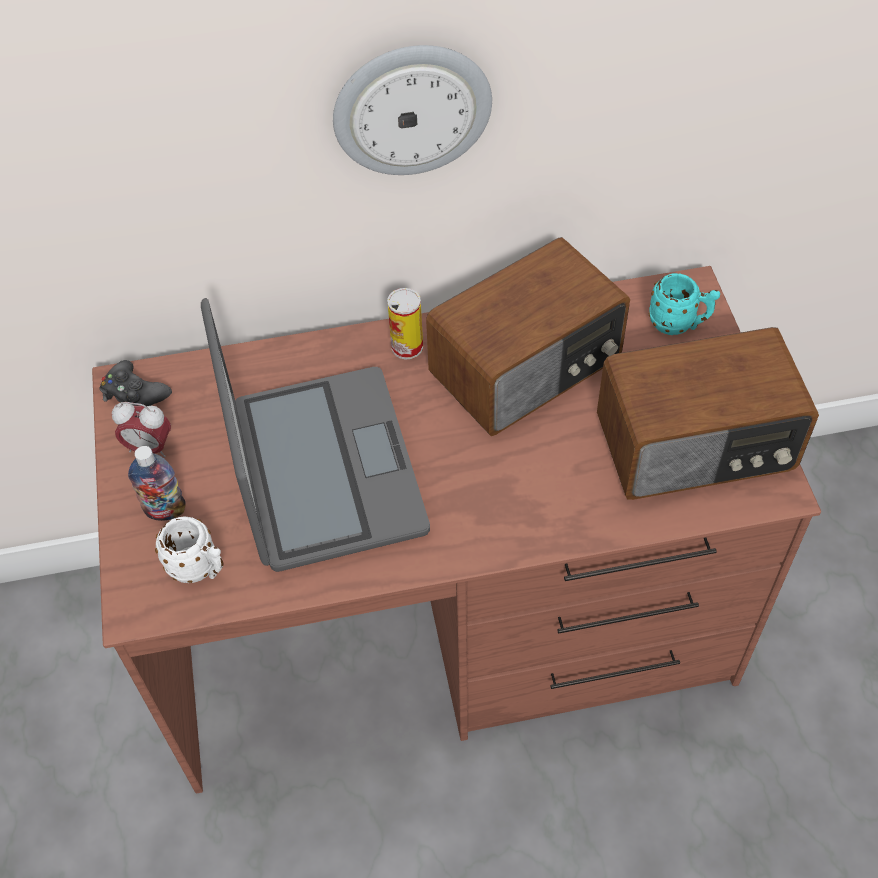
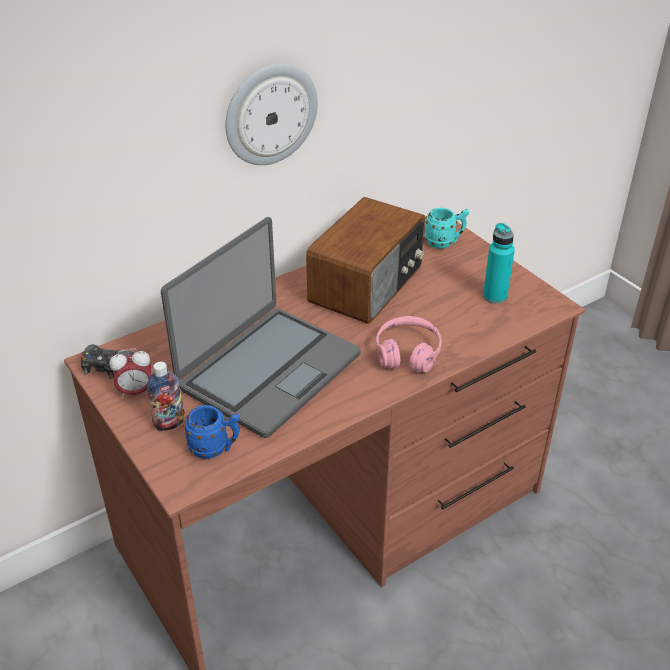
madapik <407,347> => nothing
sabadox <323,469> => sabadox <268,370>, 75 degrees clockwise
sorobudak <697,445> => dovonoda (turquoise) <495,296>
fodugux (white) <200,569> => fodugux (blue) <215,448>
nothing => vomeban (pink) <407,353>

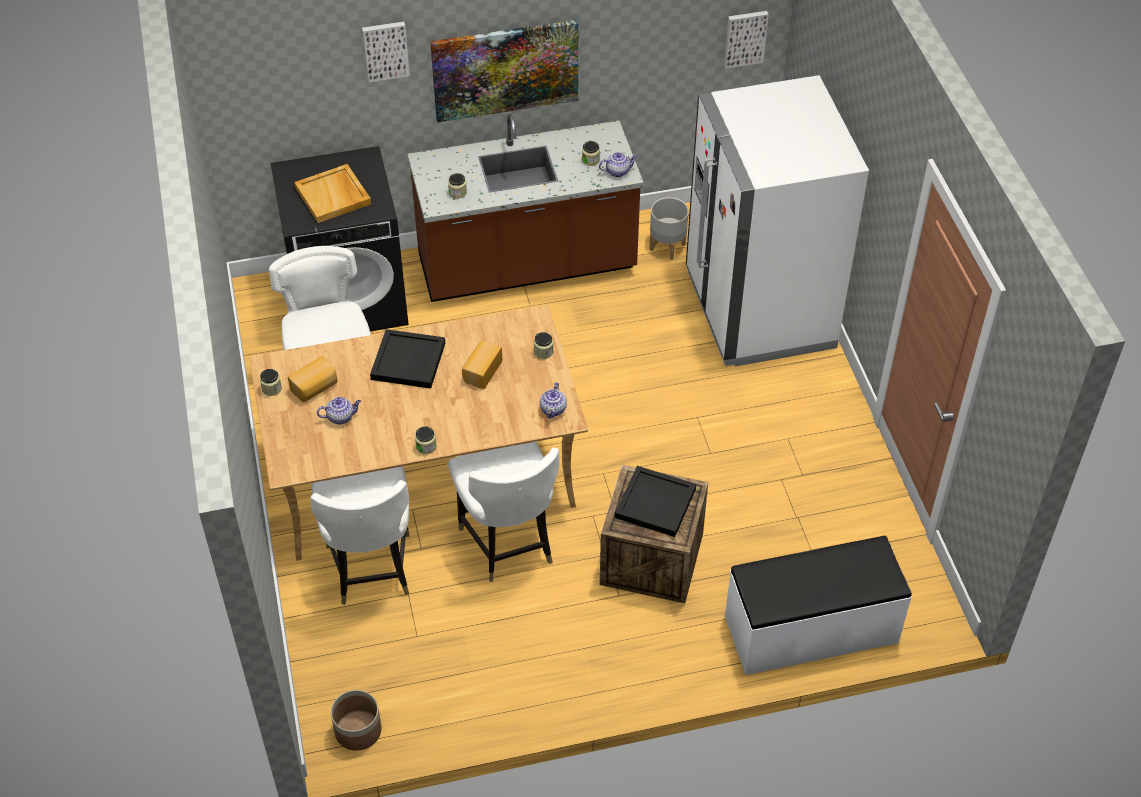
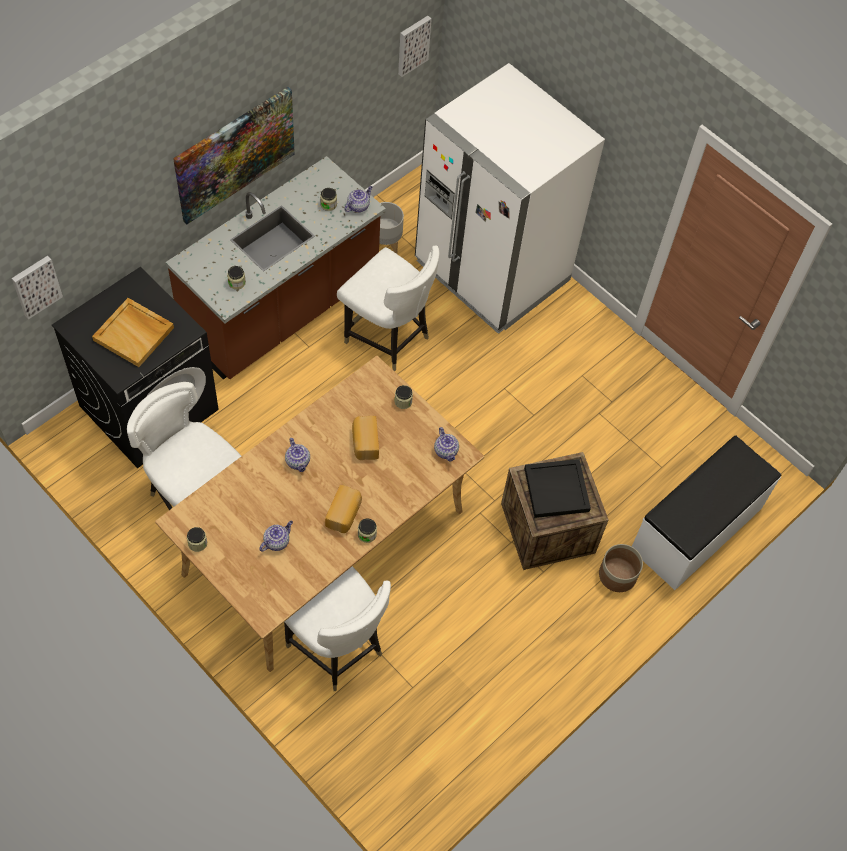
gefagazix <385,50> => gefagazix <35,285>, moved
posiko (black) <408,361> => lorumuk <298,462>
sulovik <315,387> => sulovik <344,514>, moved
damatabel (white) <508,543> => damatabel (white) <387,337>, moved
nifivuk <358,730> => nifivuk <617,575>, moved

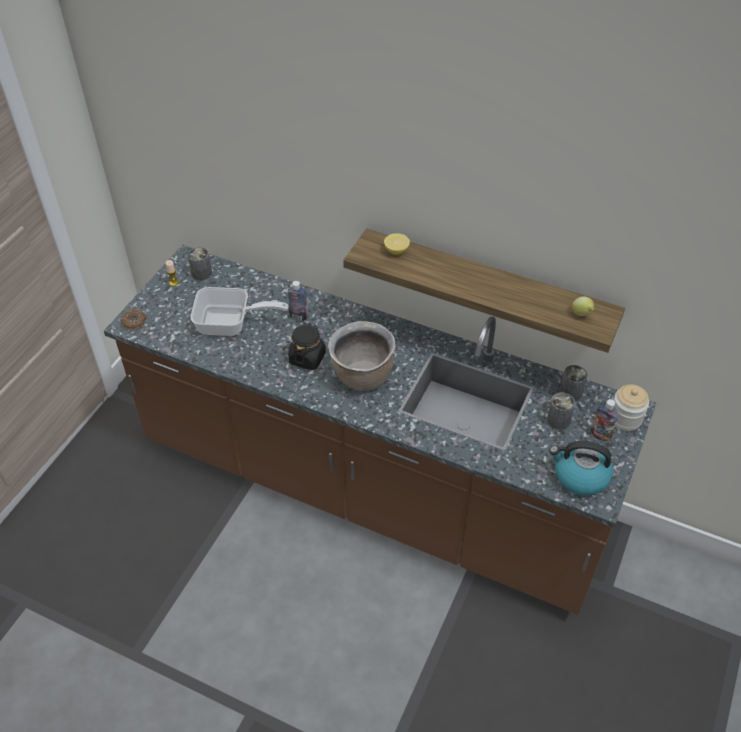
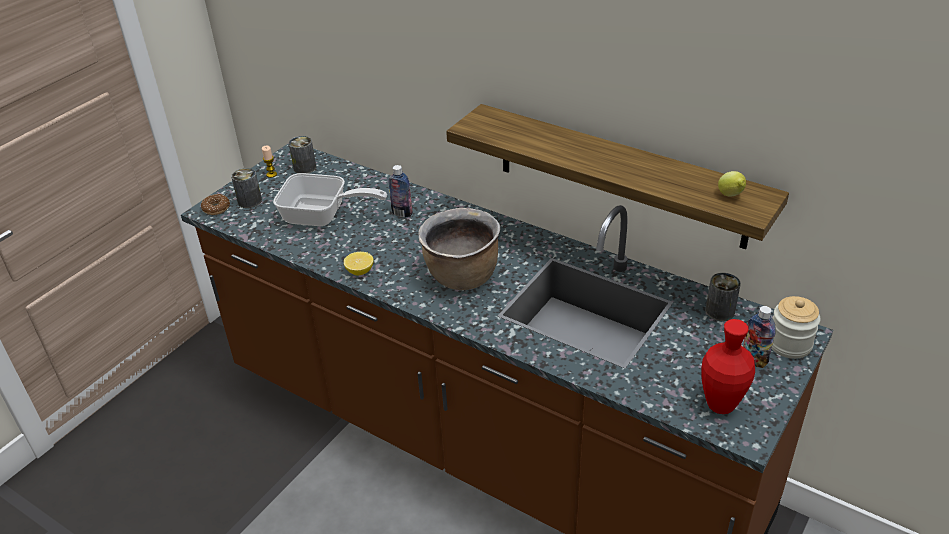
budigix <396,251> => budigix <360,271>, moved
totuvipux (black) <307,358> => nothing
madapik <558,421> => madapik <249,201>, moved
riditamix <579,476> => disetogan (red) <720,405>

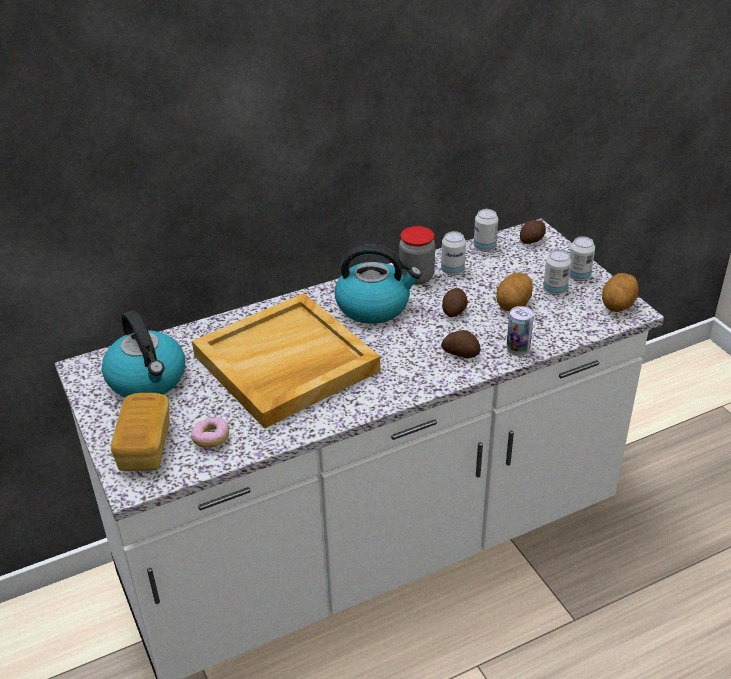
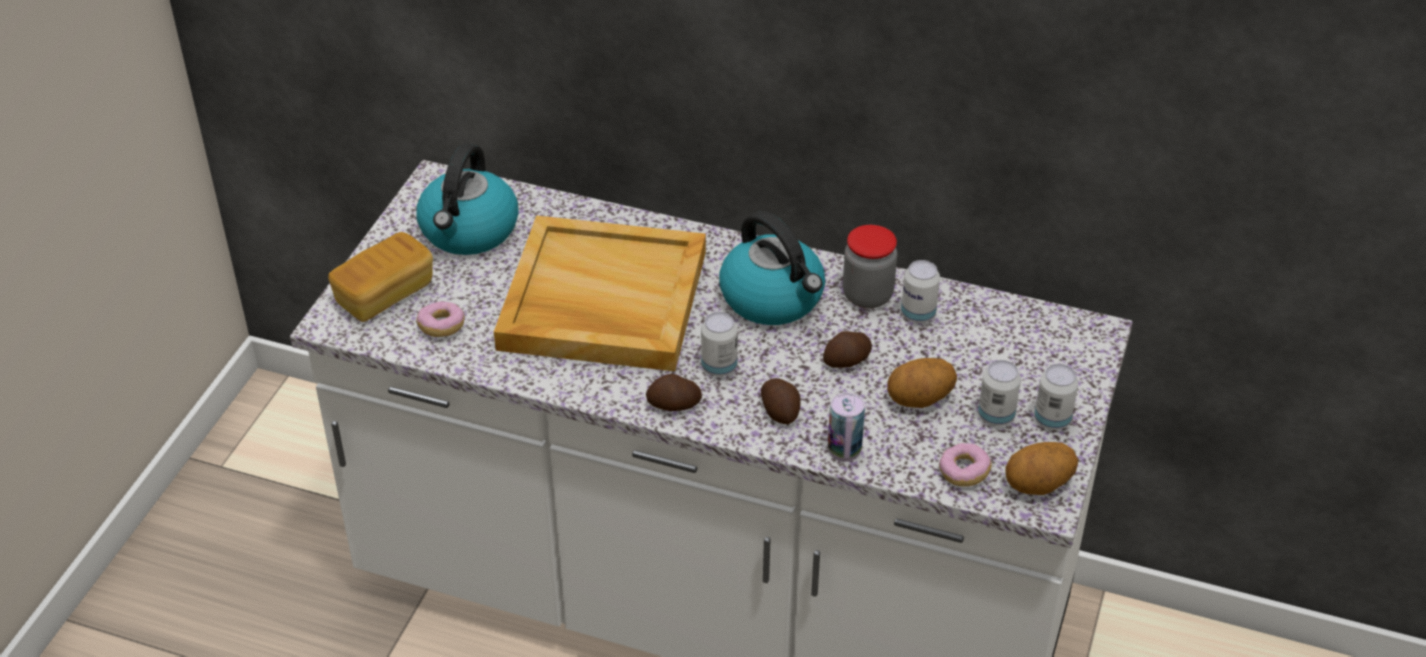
madapik <484,247> => madapik <719,367>, moved
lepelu <532,240> => lepelu <674,405>, moved
nothing => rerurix <964,473>

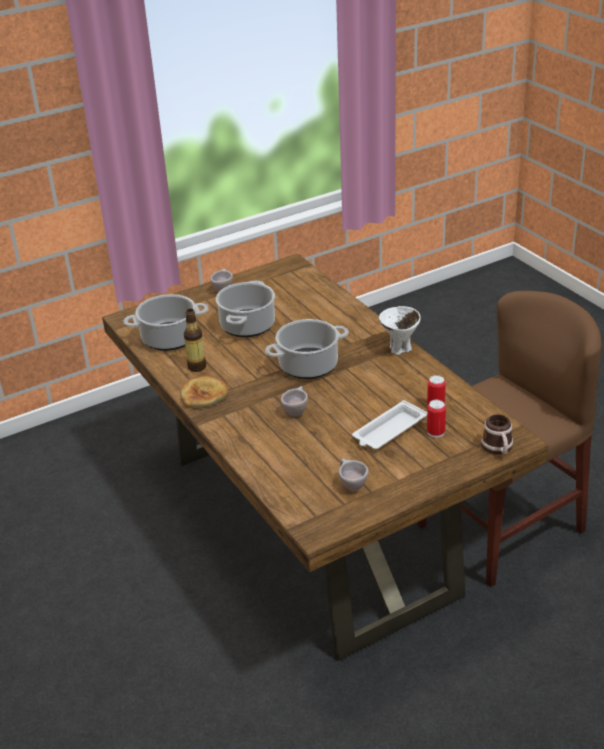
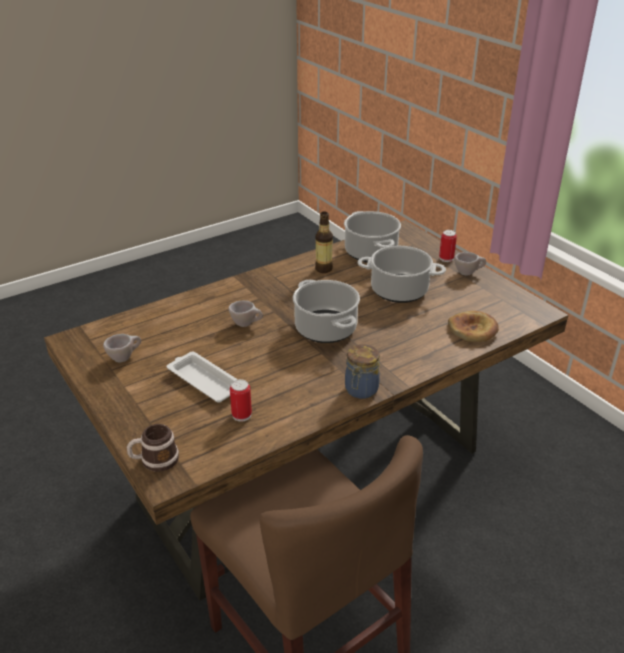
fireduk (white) <400,349> => totuvipux <360,390>
sulovik <204,395> => sulovik <473,330>, moved
madapik <435,432> => madapik <446,258>, moved

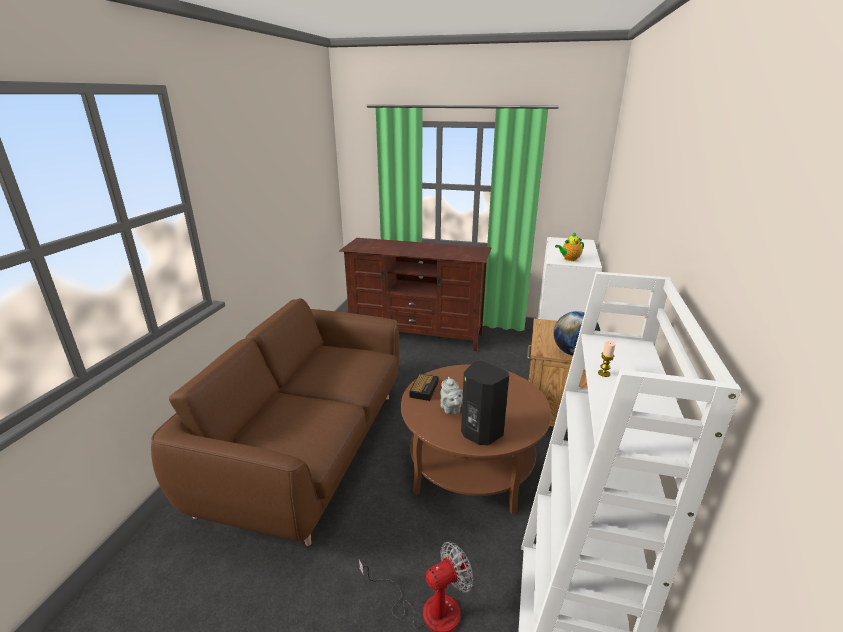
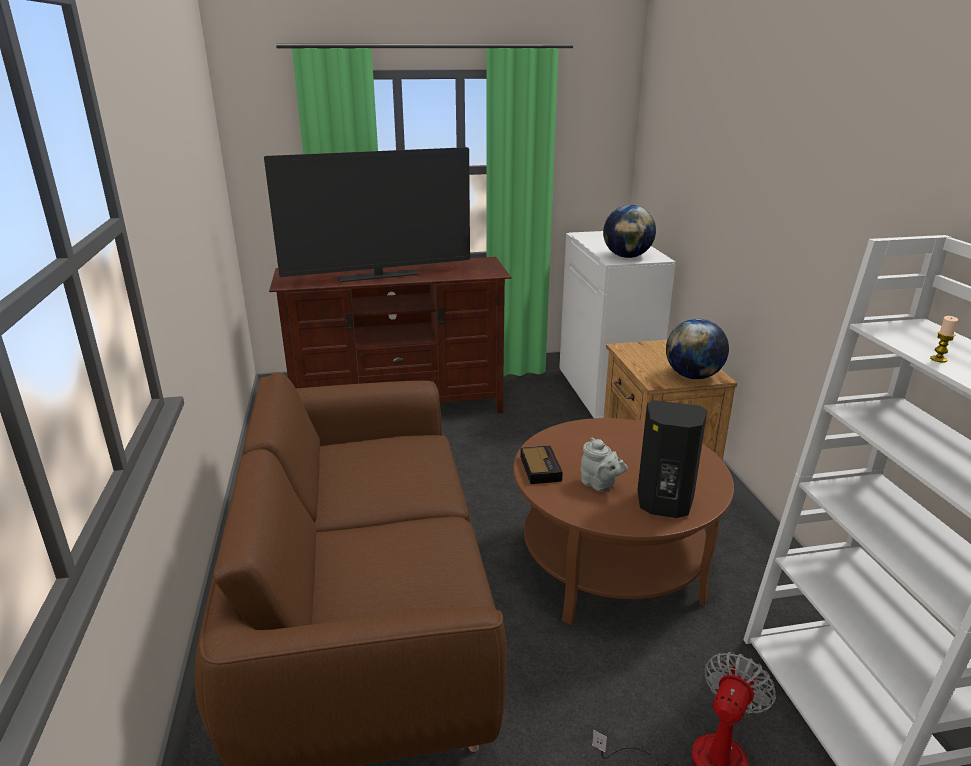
lorumuk <569,259> => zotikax <627,256>
nothing => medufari <378,276>

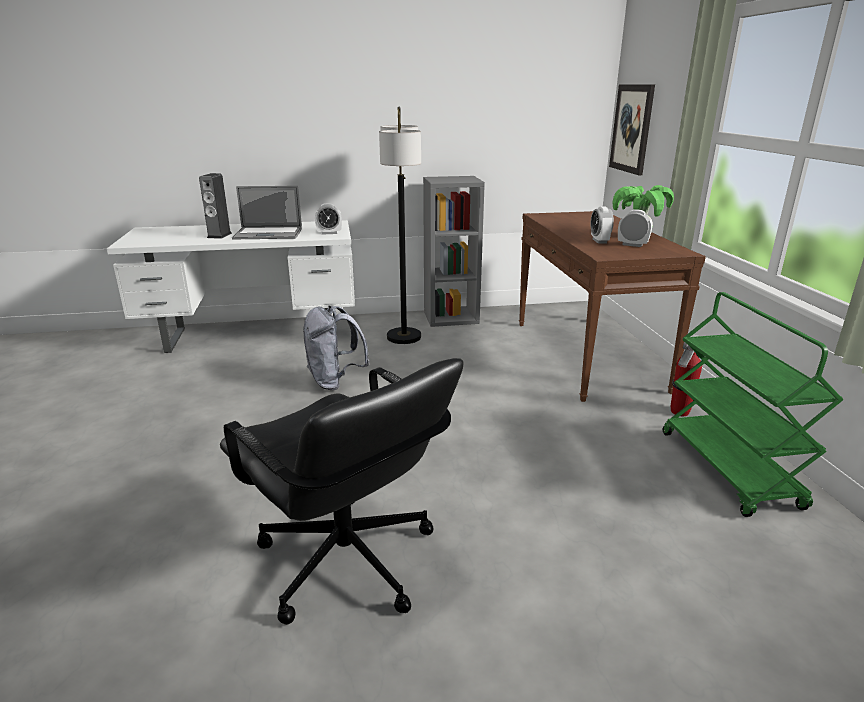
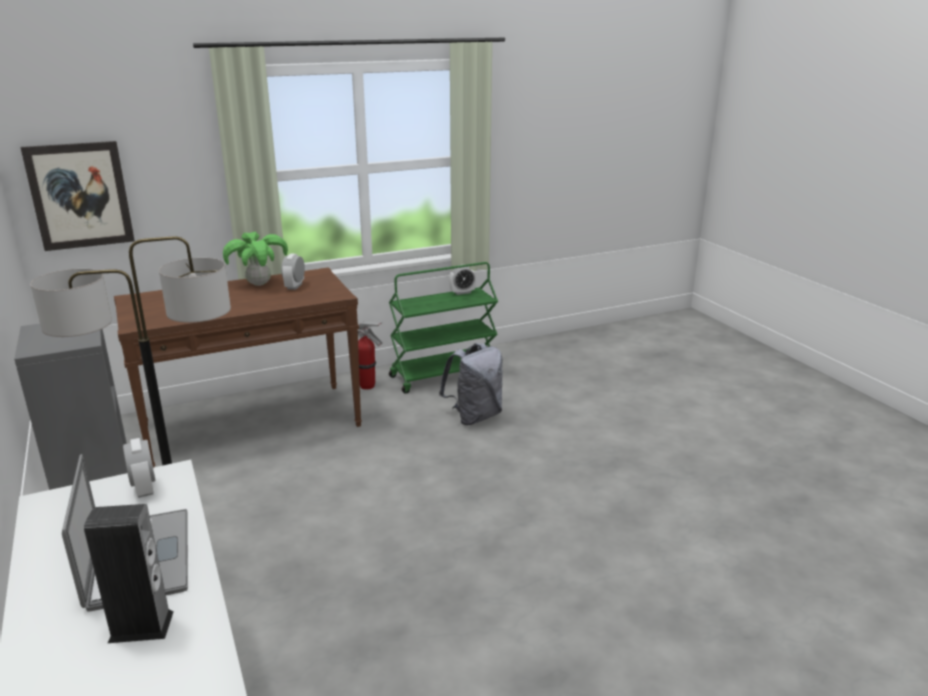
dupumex <599,241> => dupumex <462,292>, moved
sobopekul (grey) <335,381> => sobopekul (grey) <474,416>, moved
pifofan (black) <346,561> => nothing

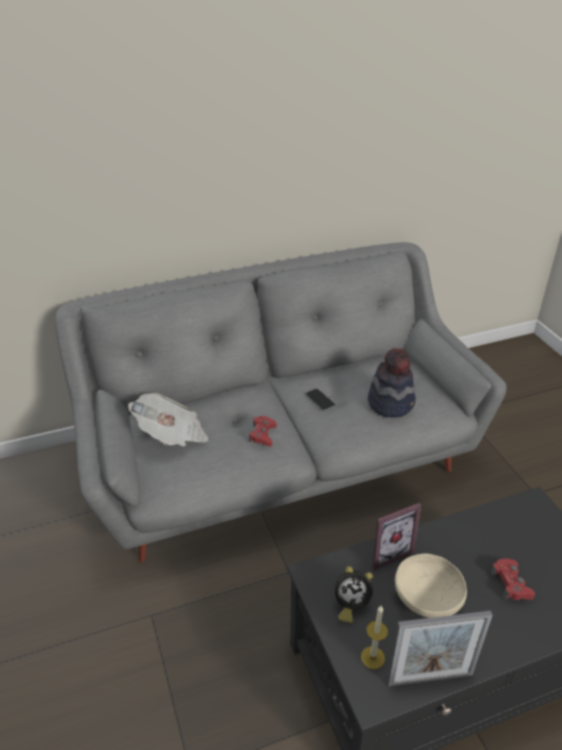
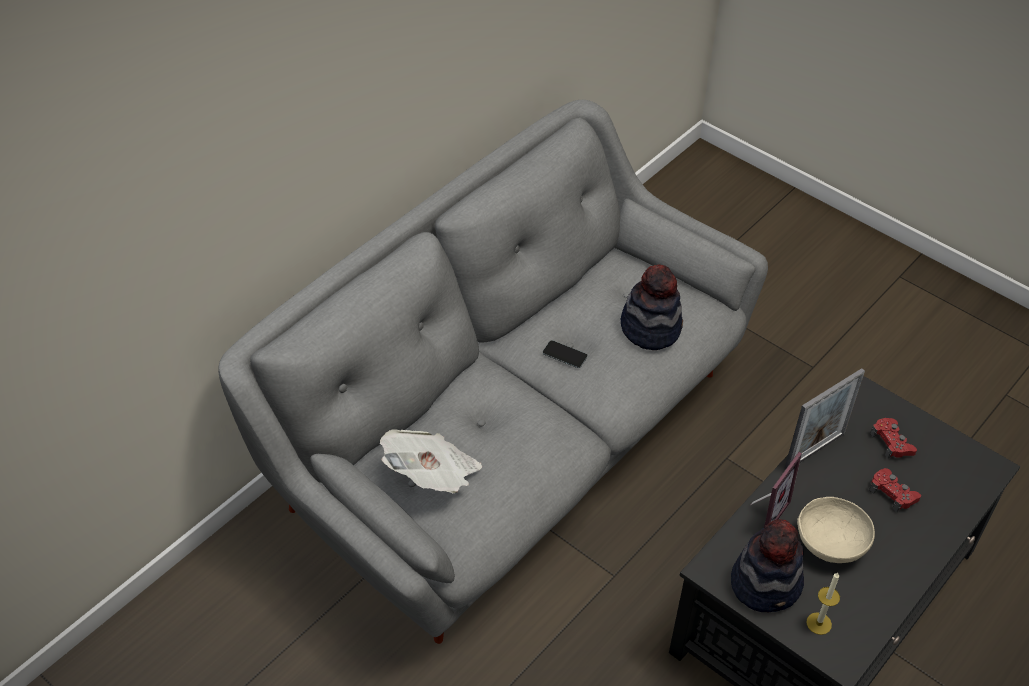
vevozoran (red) <263,434> => vevozoran (red) <892,442>, moved
dupumex <350,605> => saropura <766,583>
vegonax <429,678> => vegonax <814,451>, moved

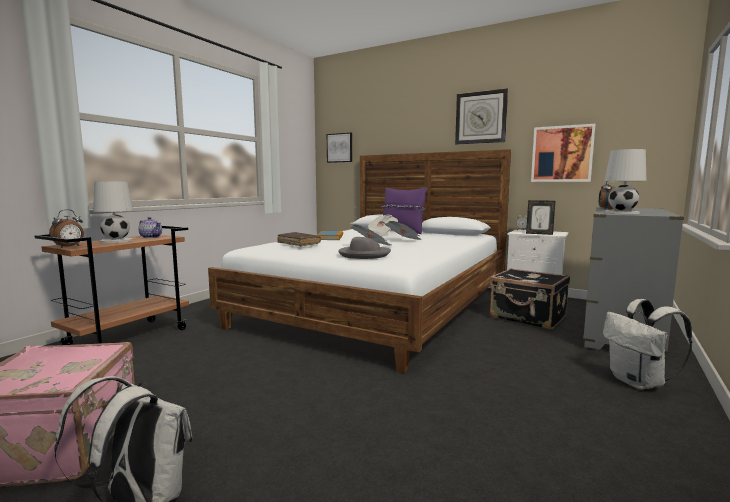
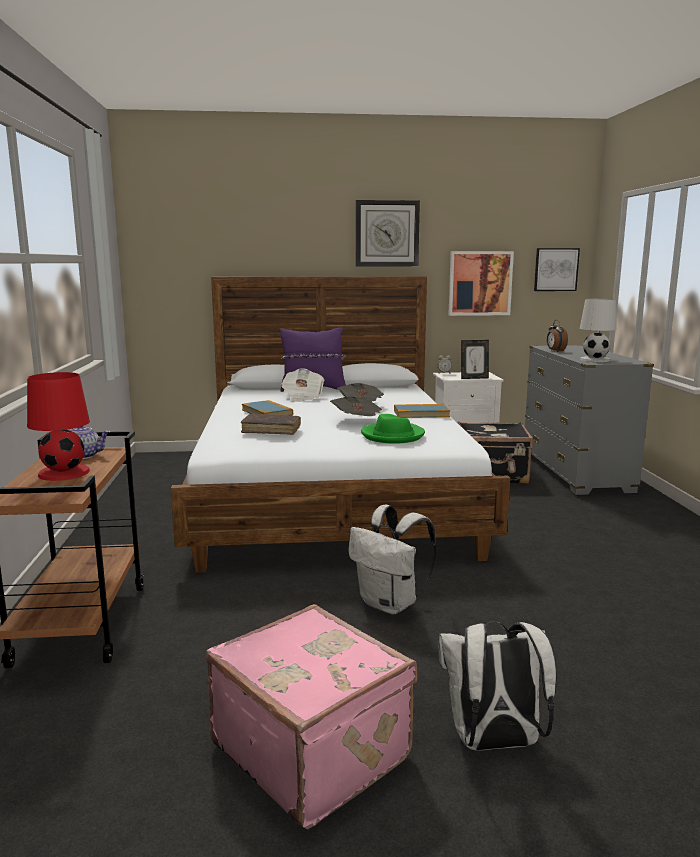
gefagazix <339,148> => gefagazix <556,269>, moved
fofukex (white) <116,241> => fofukex (red) <64,473>
dupumex <70,247> => nothing
saropura (grey) <364,254> => saropura (green) <392,436>
sobopekul (white) <639,383> => sobopekul (white) <390,604>, moved
nothing => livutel <421,414>

